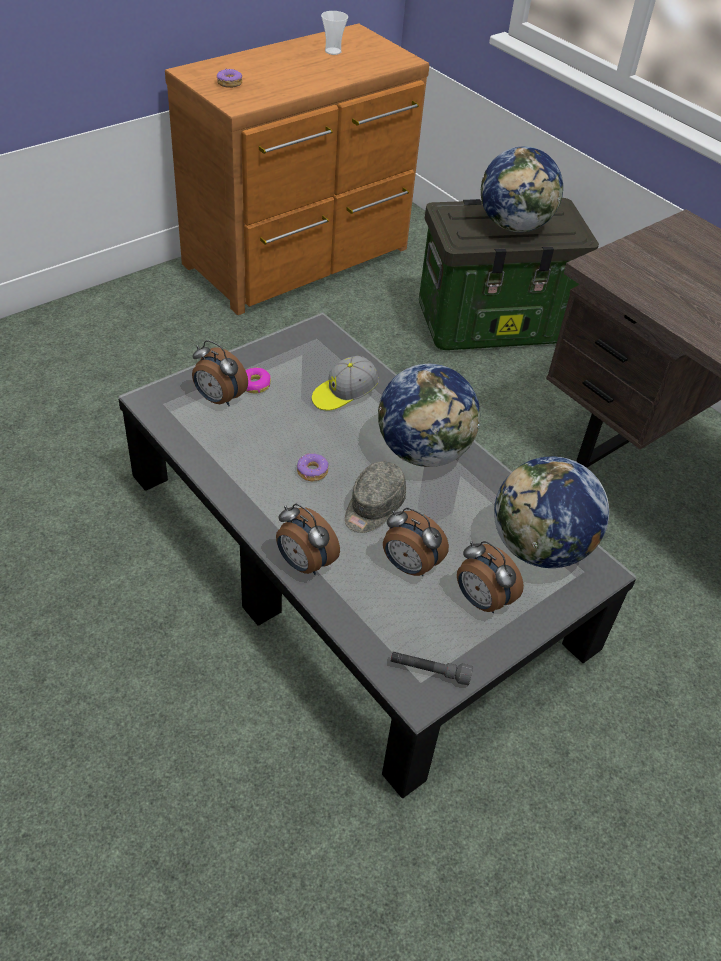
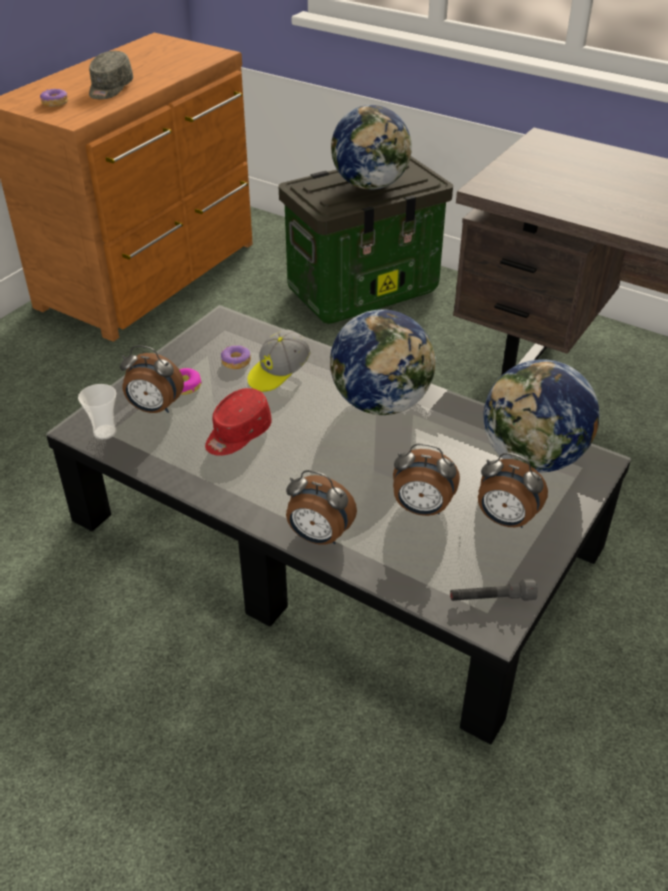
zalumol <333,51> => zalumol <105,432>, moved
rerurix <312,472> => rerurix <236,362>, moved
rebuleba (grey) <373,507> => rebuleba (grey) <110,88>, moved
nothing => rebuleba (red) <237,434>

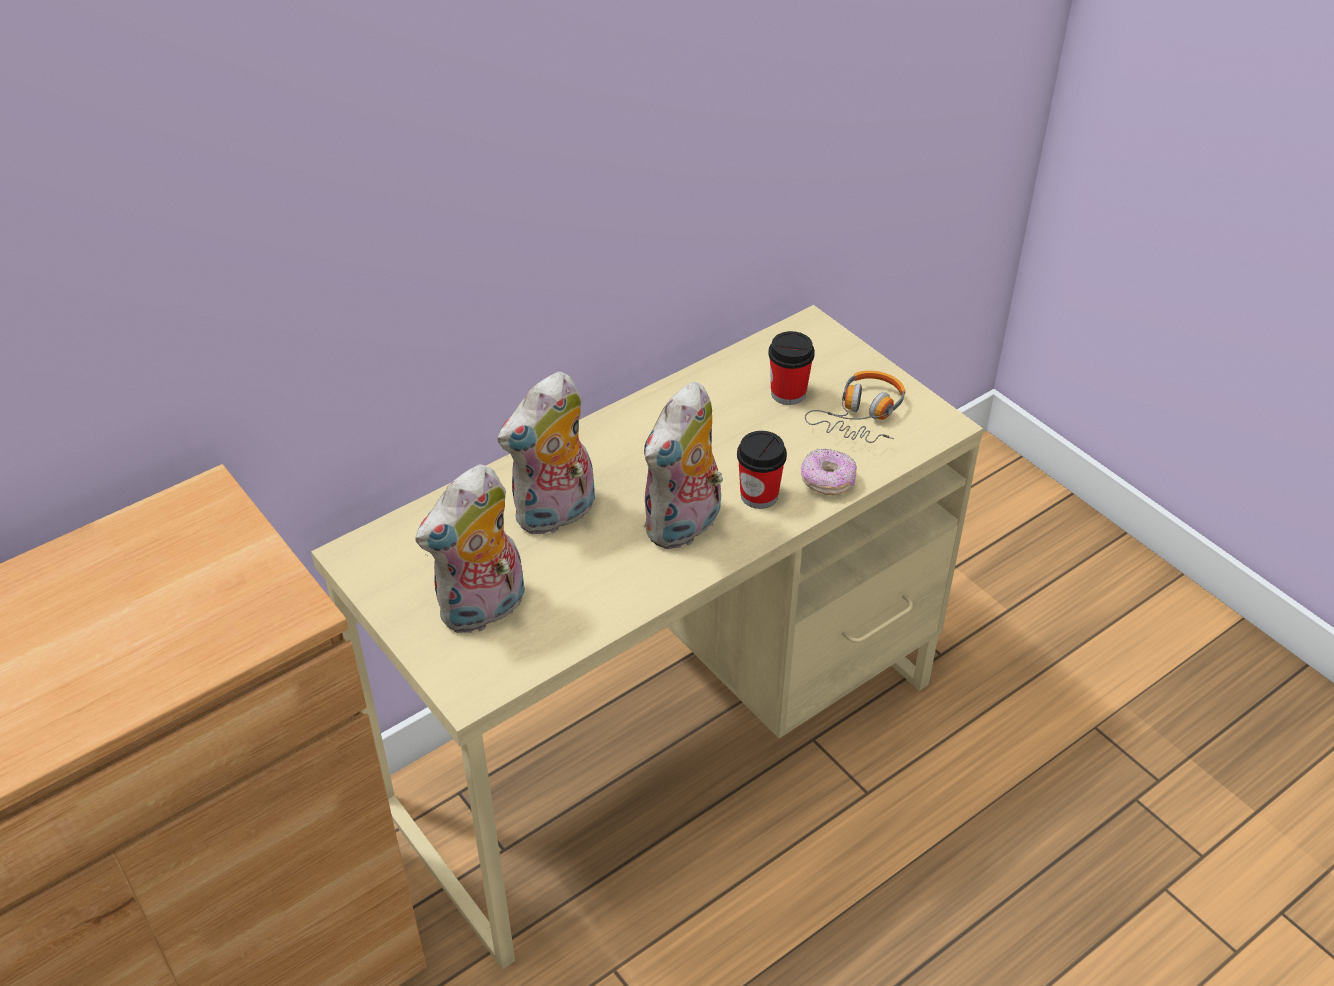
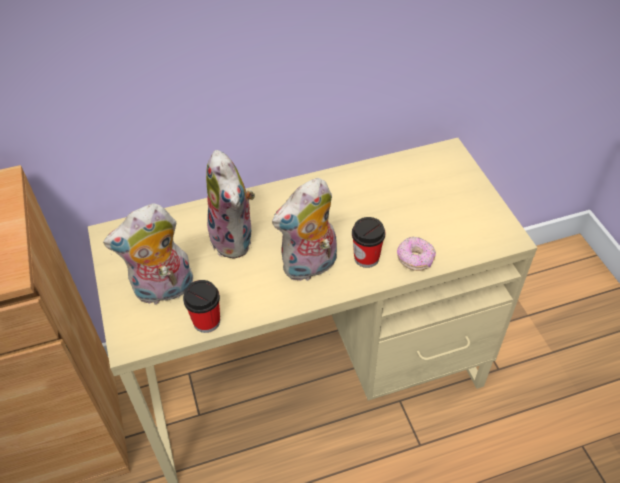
zalumol <788,393> => zalumol <206,321>, moved
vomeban <861,416> => nothing
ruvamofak <556,515> => ruvamofak <235,239>, 90 degrees counterclockwise

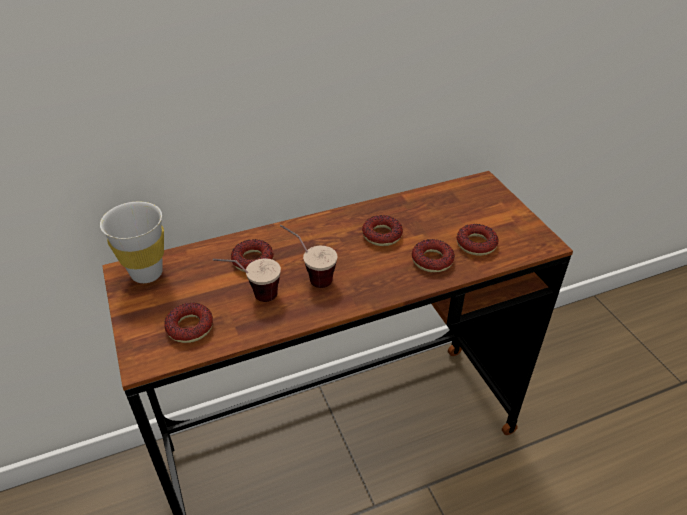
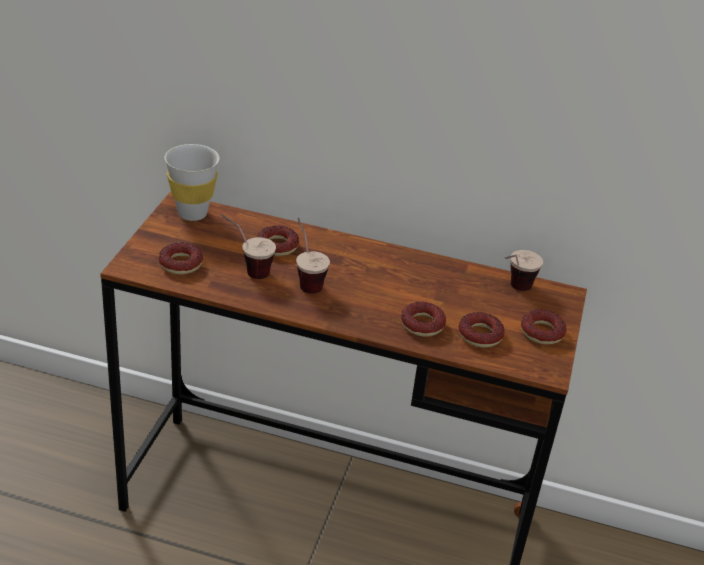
rerurix <382,235> => rerurix <542,332>, moved
nothing => zalumol <513,290>

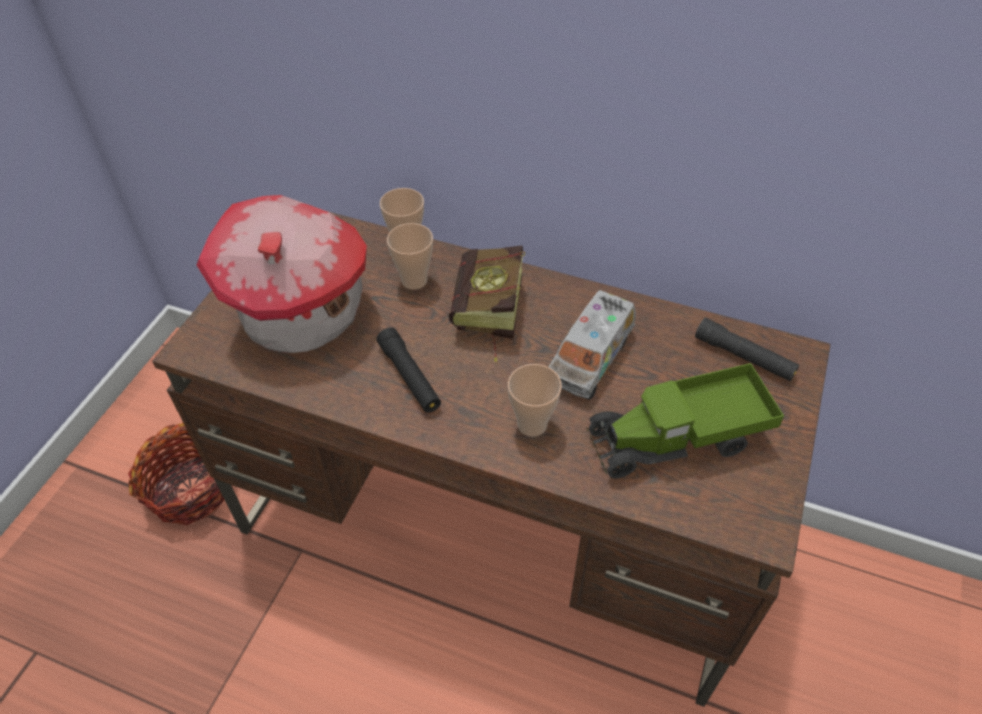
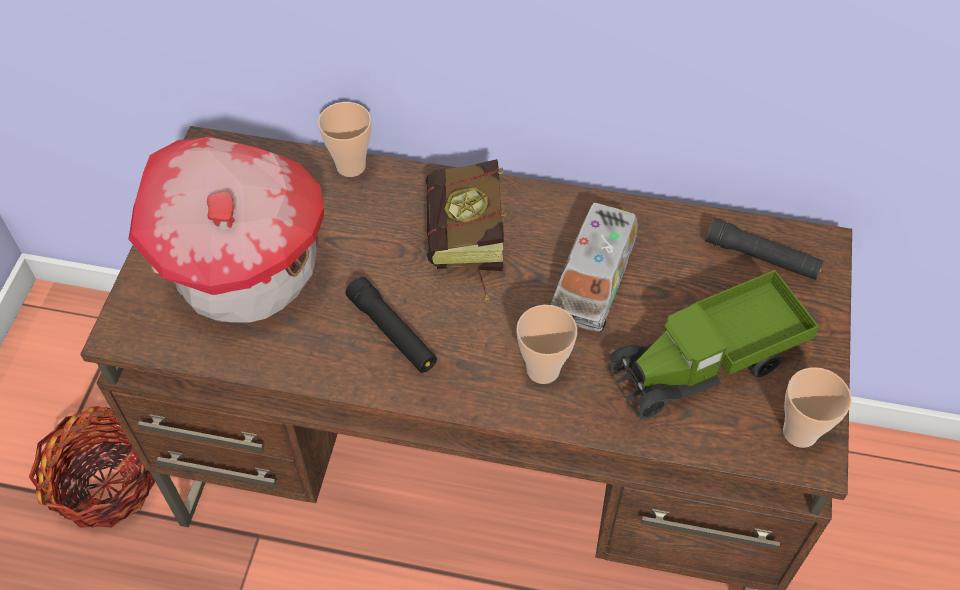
zalumol <414,280> => zalumol <800,432>, moved

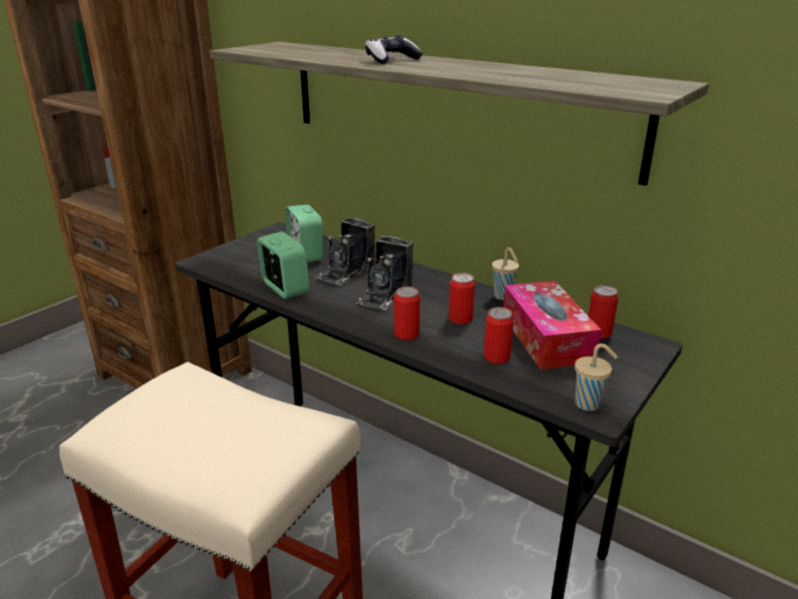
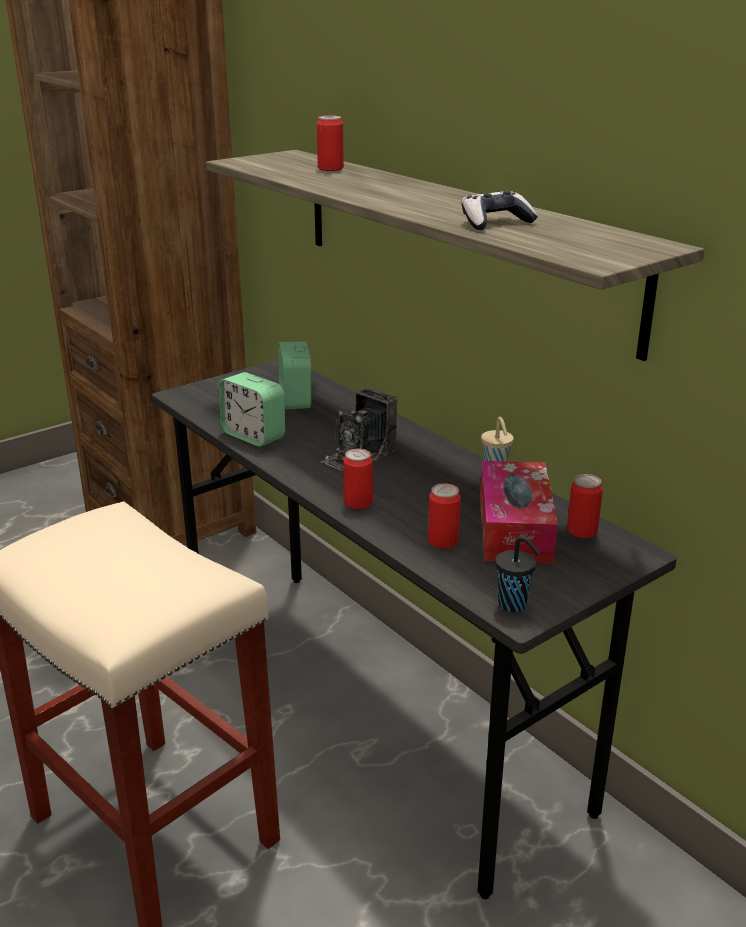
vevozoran <392,60> => vevozoran <495,223>, moved
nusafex <346,272> => nothing
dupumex <285,288> => dupumex <253,436>, 150 degrees clockwise
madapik <460,319> => madapik <330,168>, moved
zalumol (beige) <589,404> => zalumol (black) <514,605>

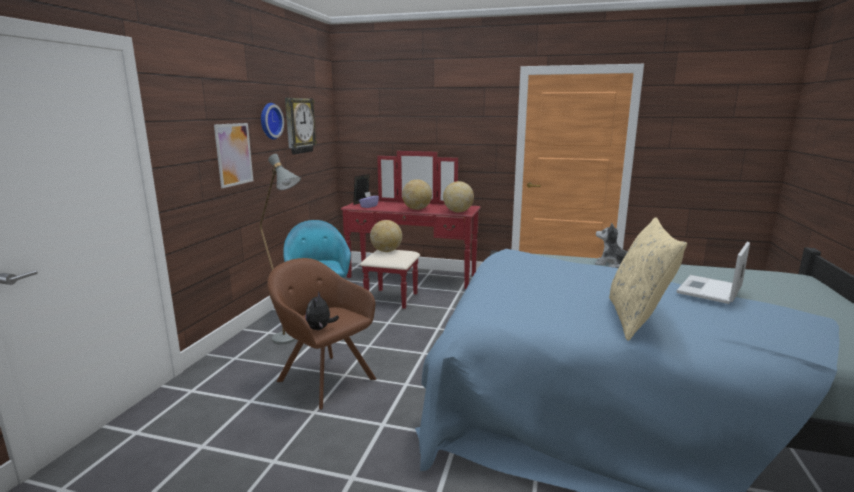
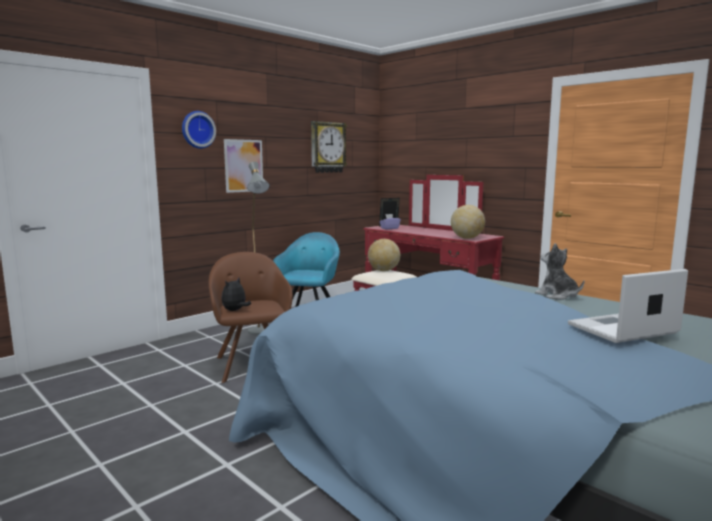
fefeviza <269,121> => fefeviza <197,130>, moved
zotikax <417,209> => nothing
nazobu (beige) <636,319> => nothing

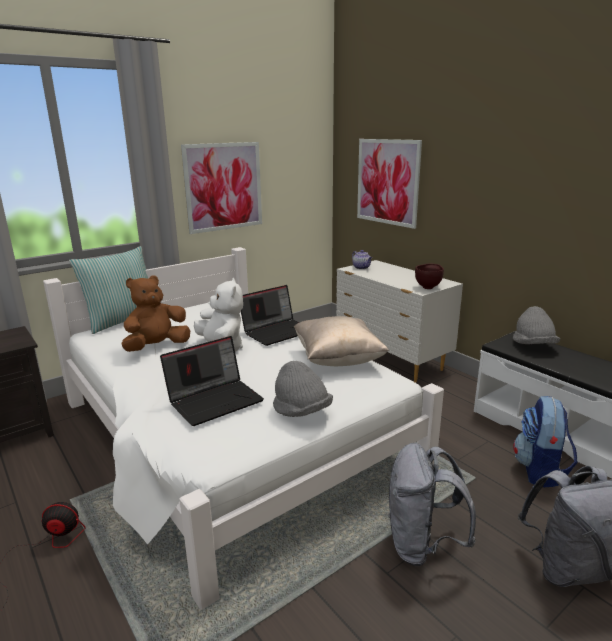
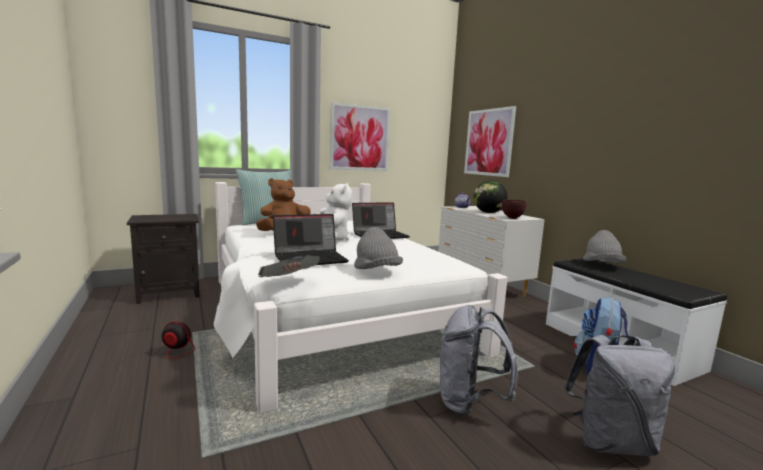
nazobu (beige) <338,359> => nothing
nothing => zotikax <488,212>
nothing => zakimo <288,283>

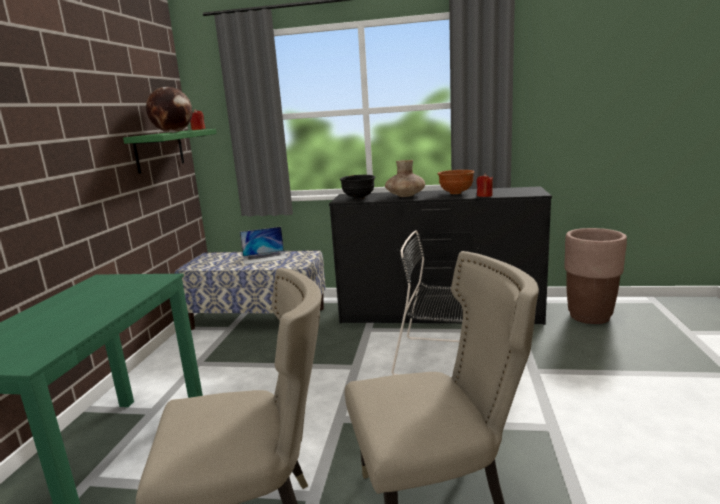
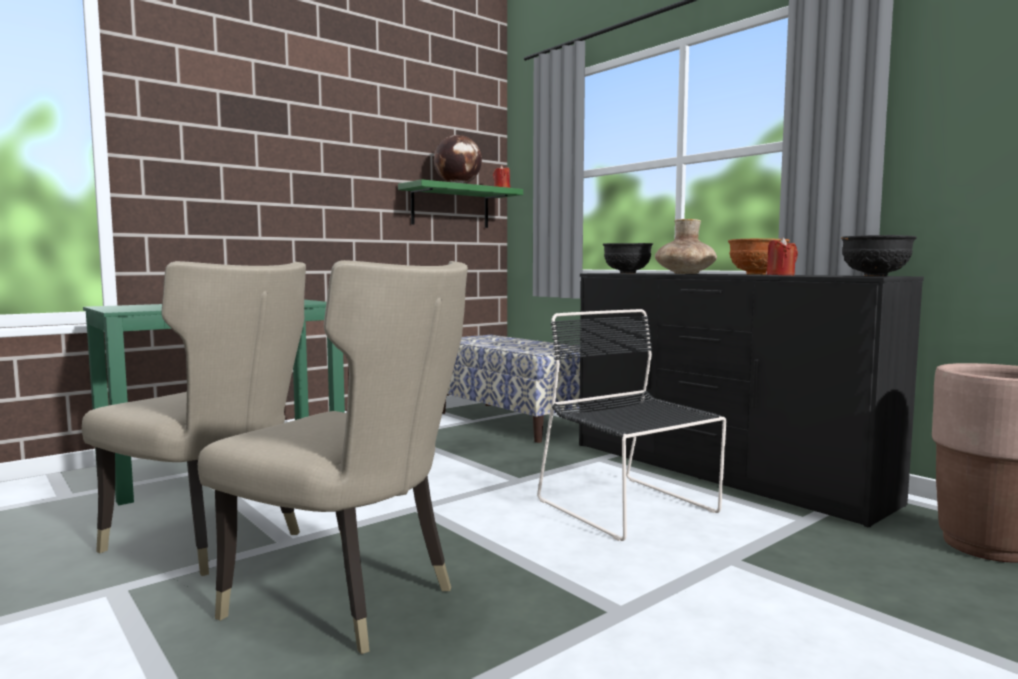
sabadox <265,257> => nothing
nothing => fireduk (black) <876,275>

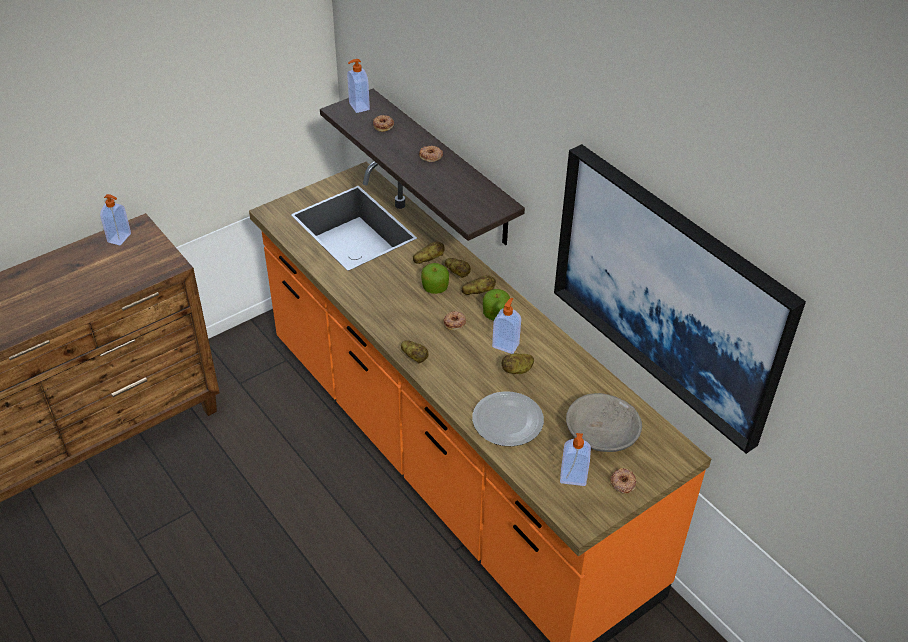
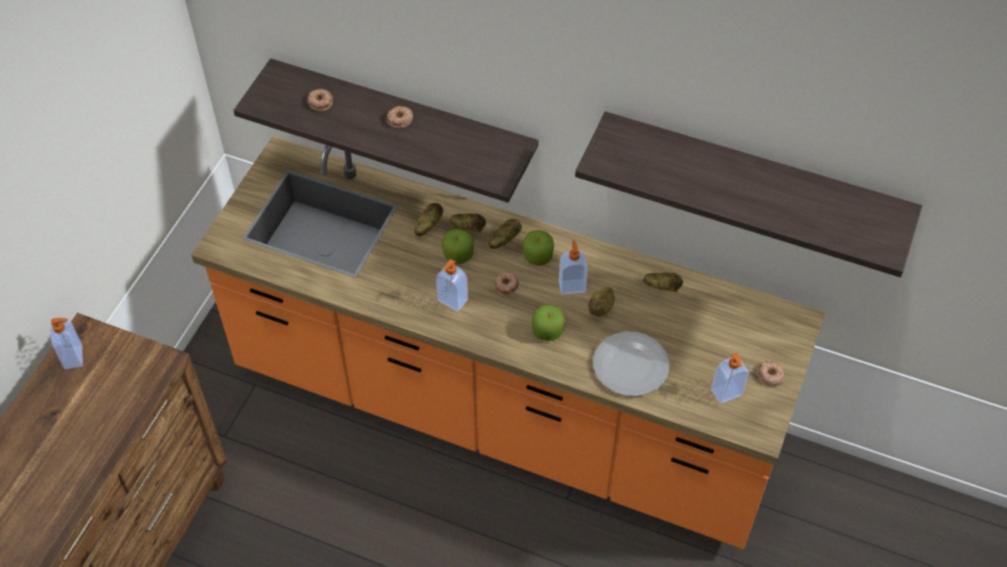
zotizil <358,106> => zotizil <452,301>, moved
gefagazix <669,293> => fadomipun <753,181>
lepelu <415,357> => lepelu <662,287>, moved
fireduk (grey) <601,435> => nothing
nothing => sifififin <547,331>

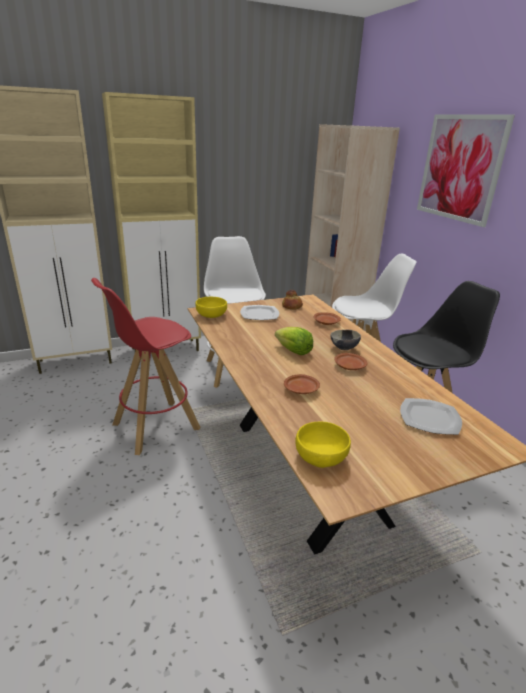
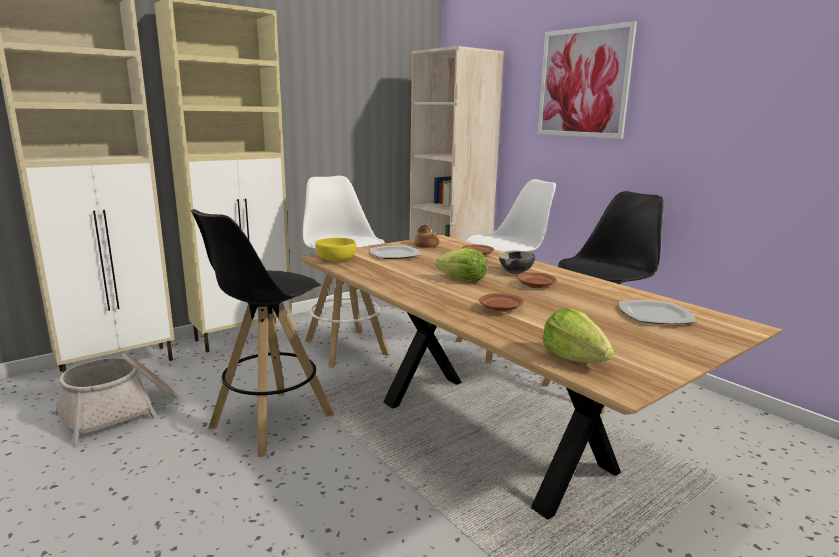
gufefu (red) <155,427> => gufefu (black) <271,421>
fireduk (yellow) <321,456> => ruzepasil <574,358>
nothing => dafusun <121,411>

